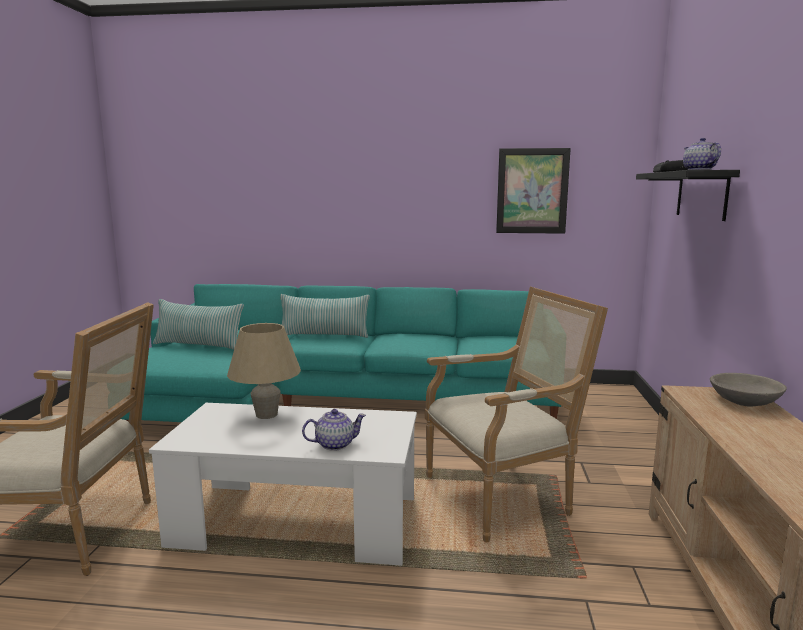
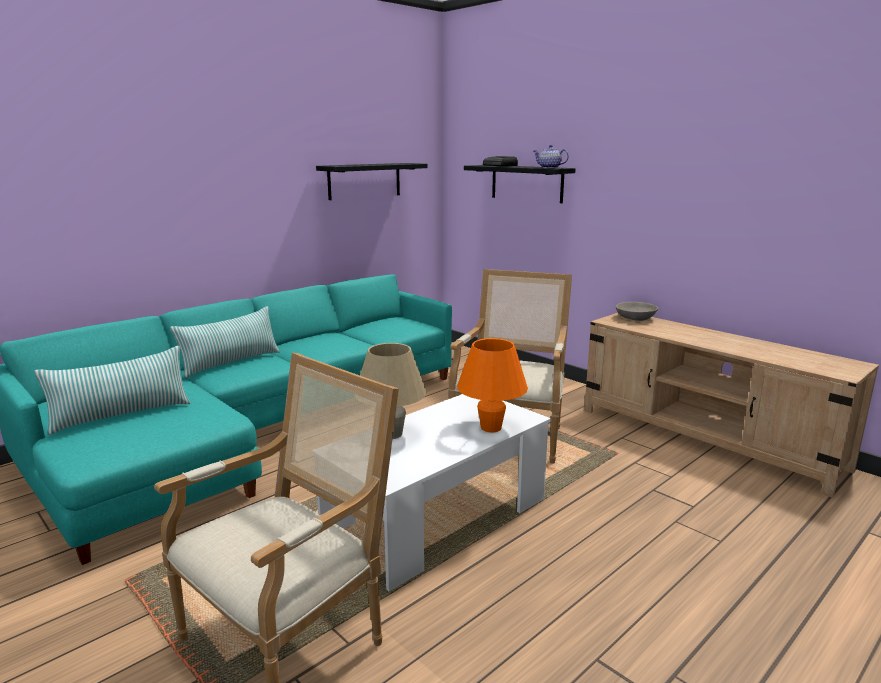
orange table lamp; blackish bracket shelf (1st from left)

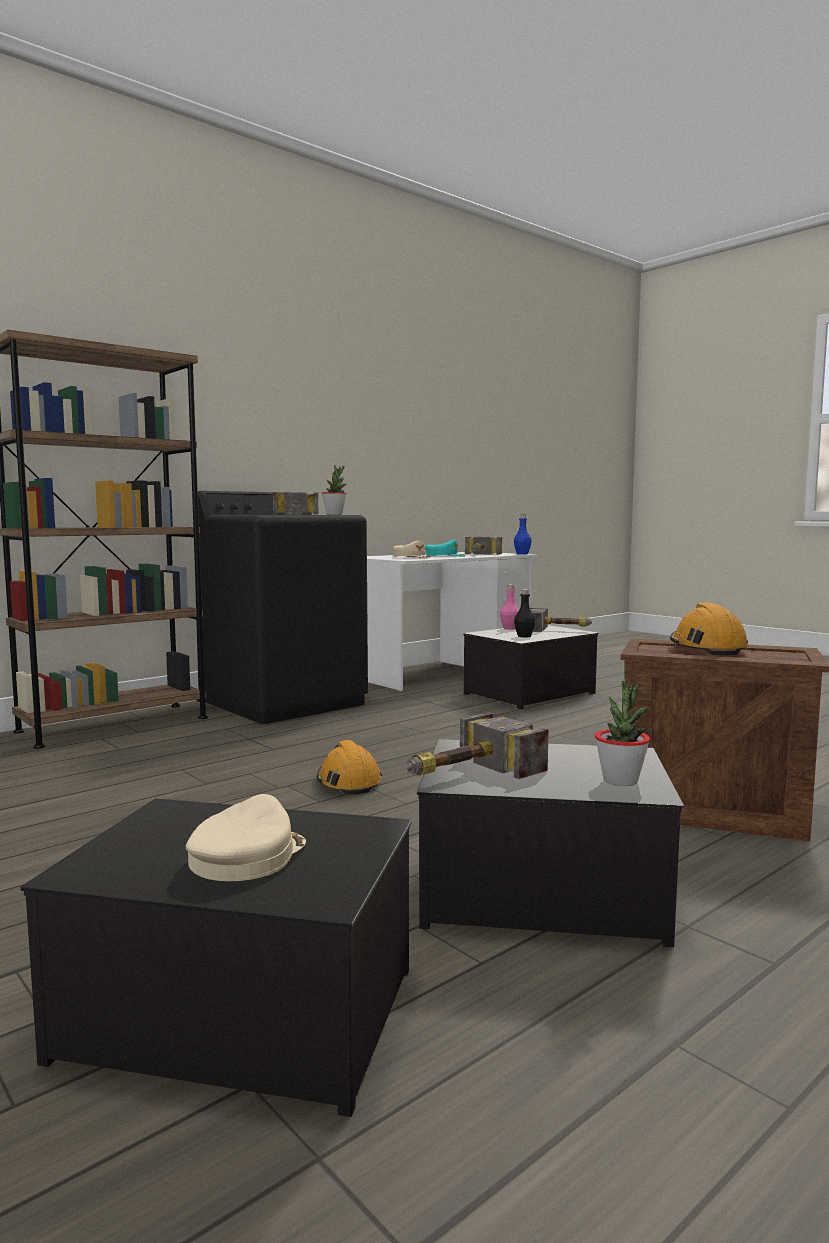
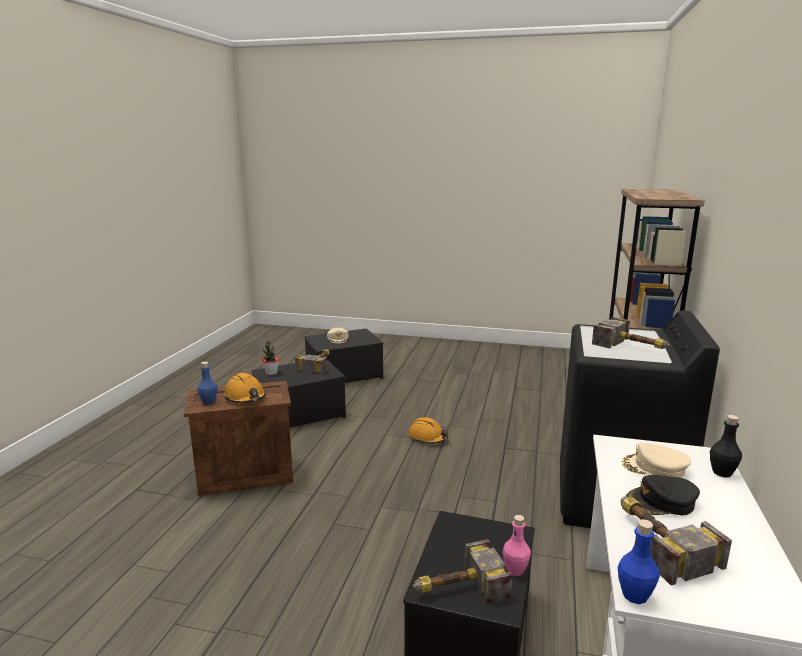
houseplant (1st from left in the first image); blackish peaked cap; blackish drink bottle; blue drink bottle (1st from left)

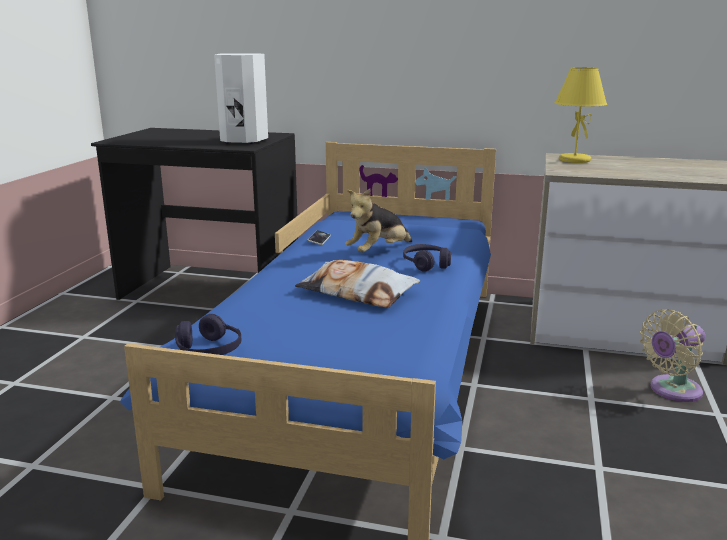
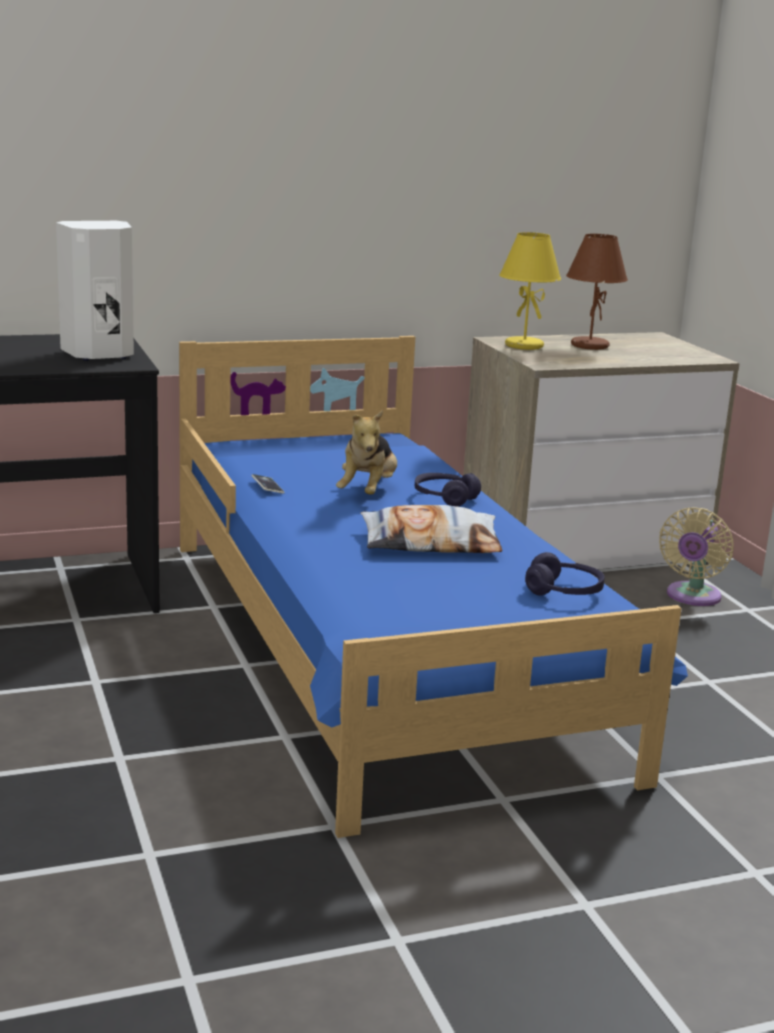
purple pair of headphones (2nd from left); brownish table lamp

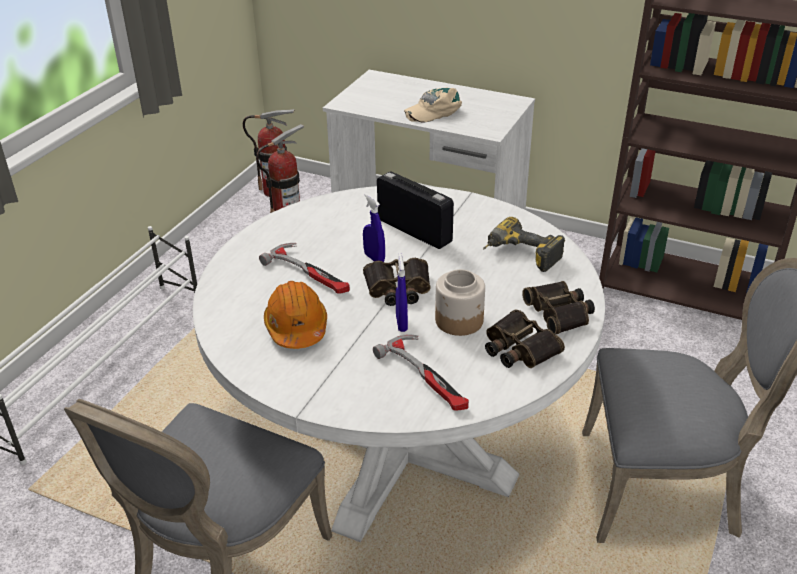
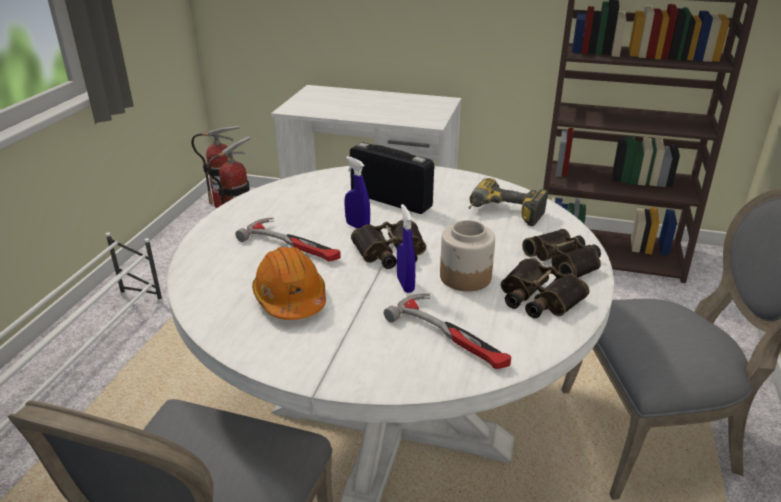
beige peaked cap

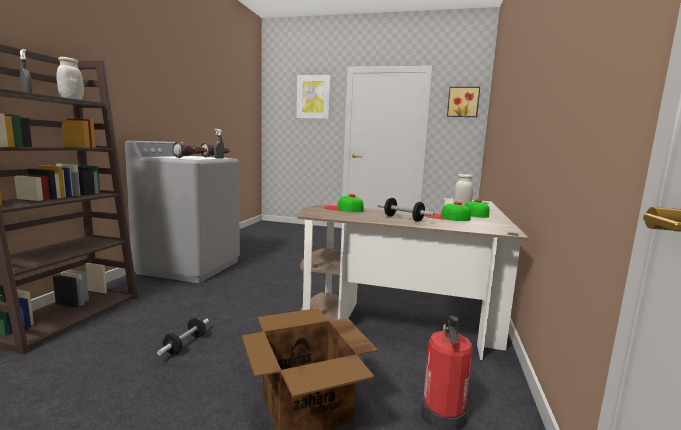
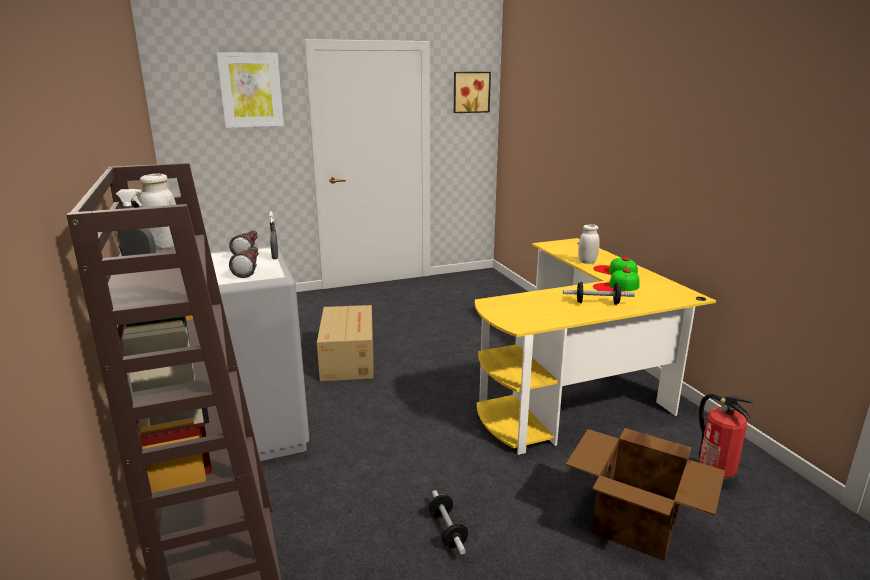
yellowish desk unit; peaked cap (1st from left in the first image); packing box (1st from left)

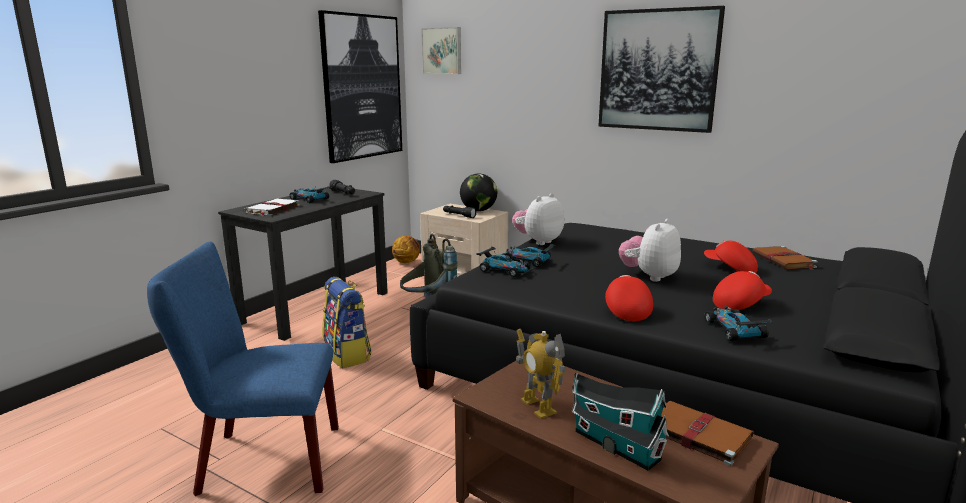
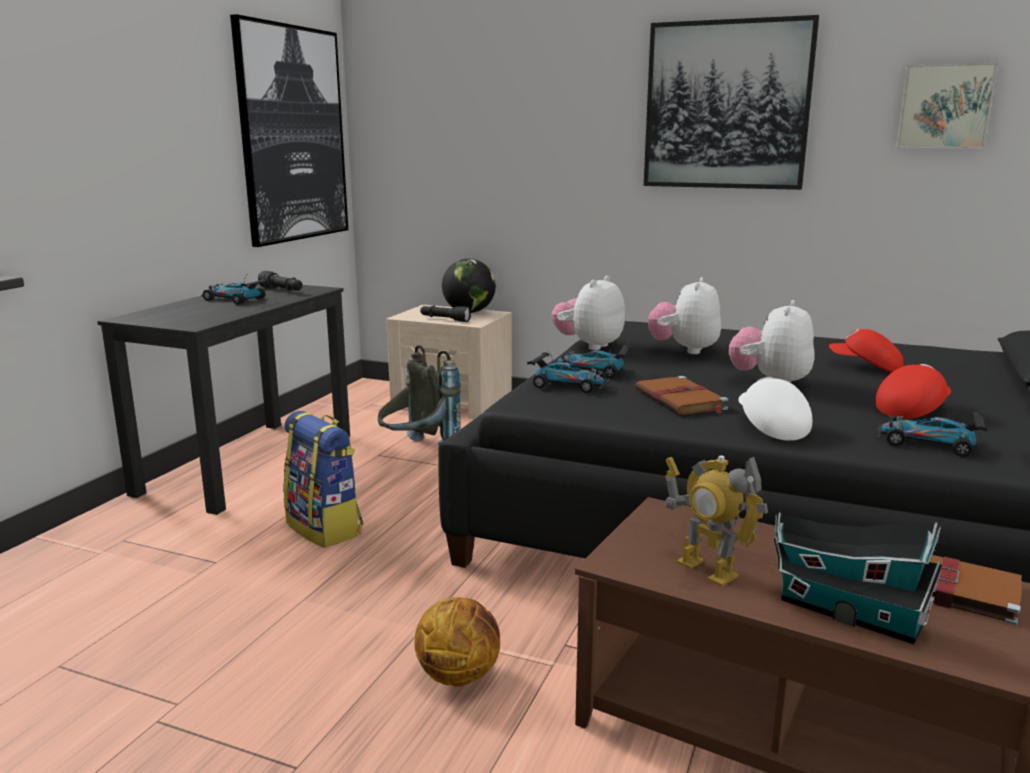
blue upright chair; white-coloured bound book; ball for basketball; picture (3rd from left); white-coloured peaked cap; miniature car (4th from left); brownish bound book (1st from left); cuddly toy (2nd from left)

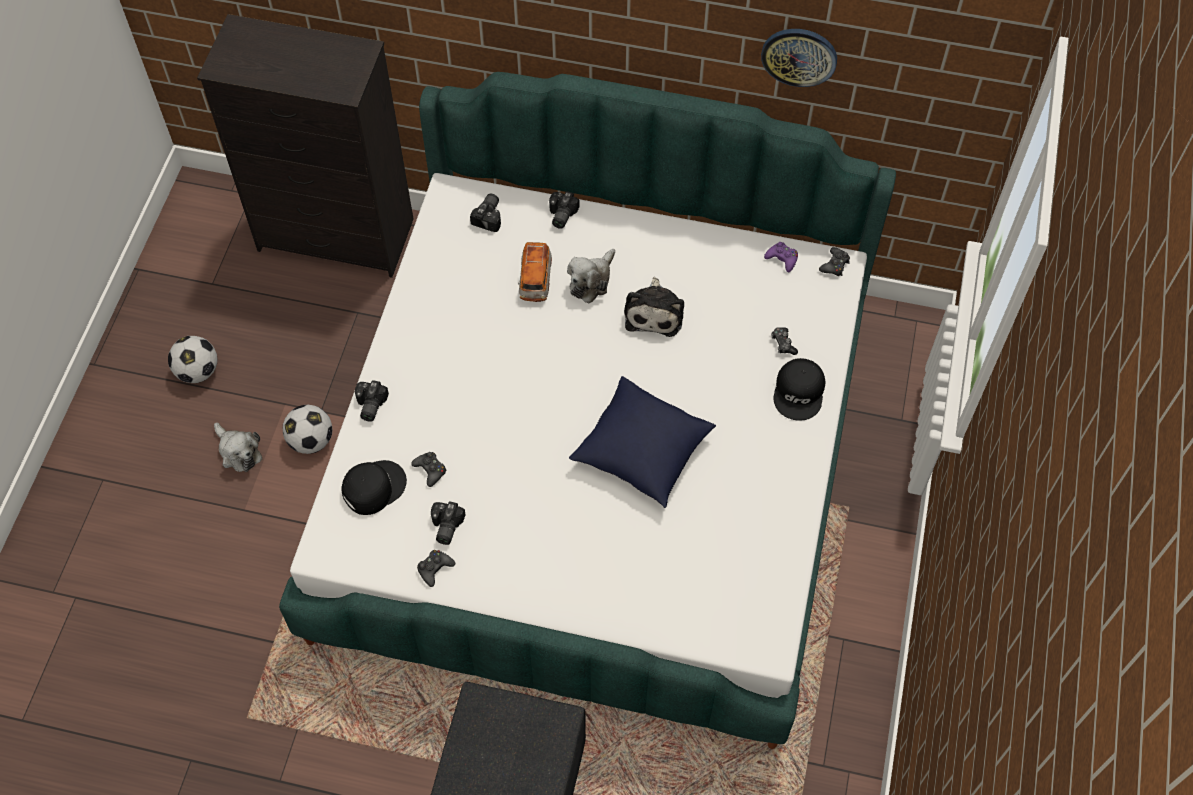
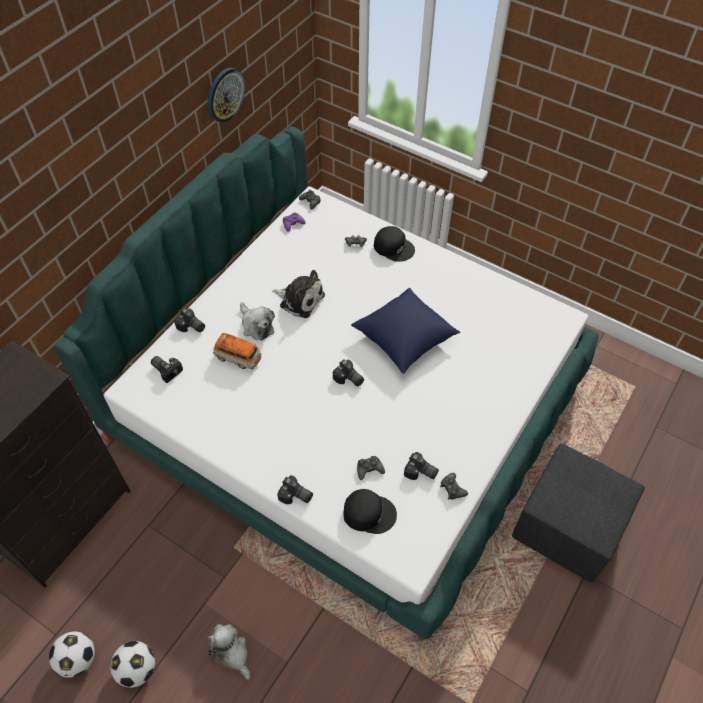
cuddly toy (1st from left); football (1st from left); blackish peaked cap (1st from left); still camera (4th from left)

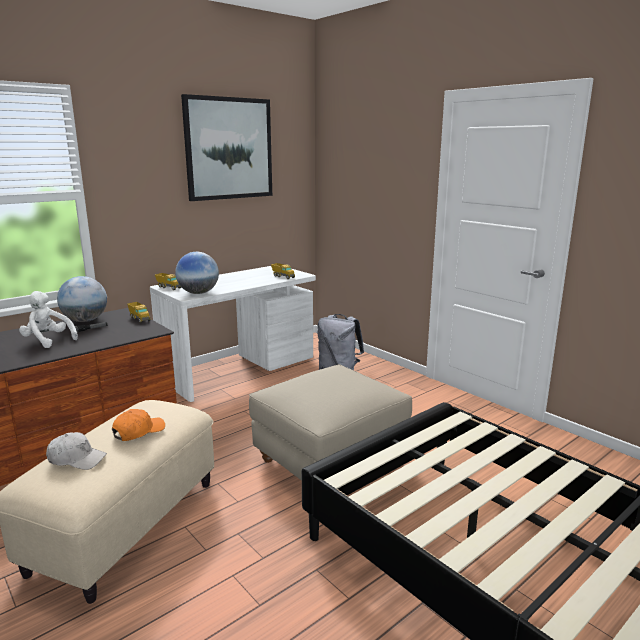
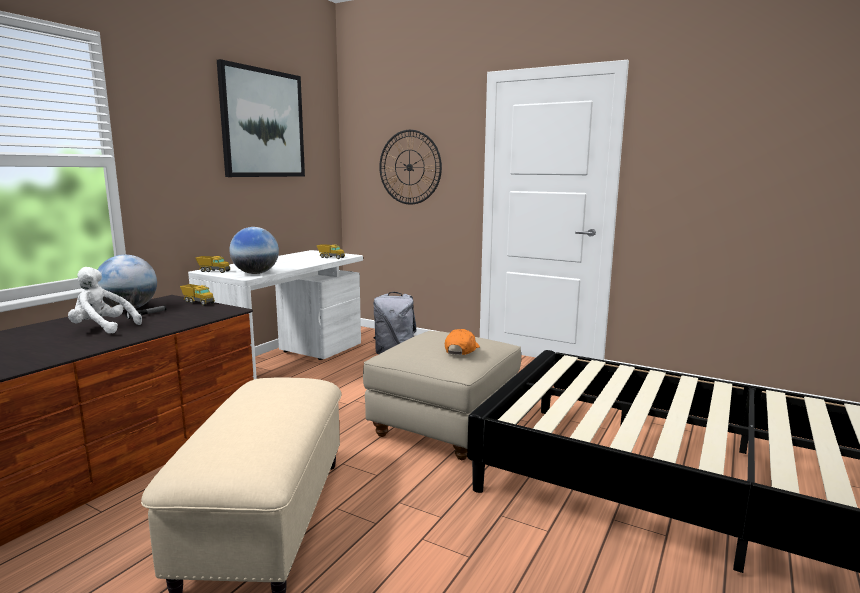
white-coloured peaked cap; orange peaked cap; clock on the wall

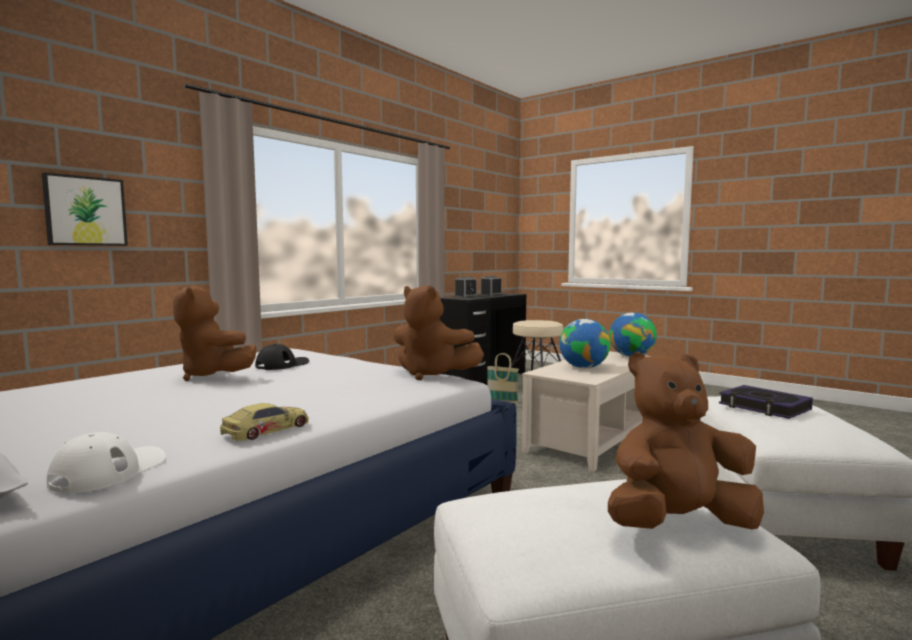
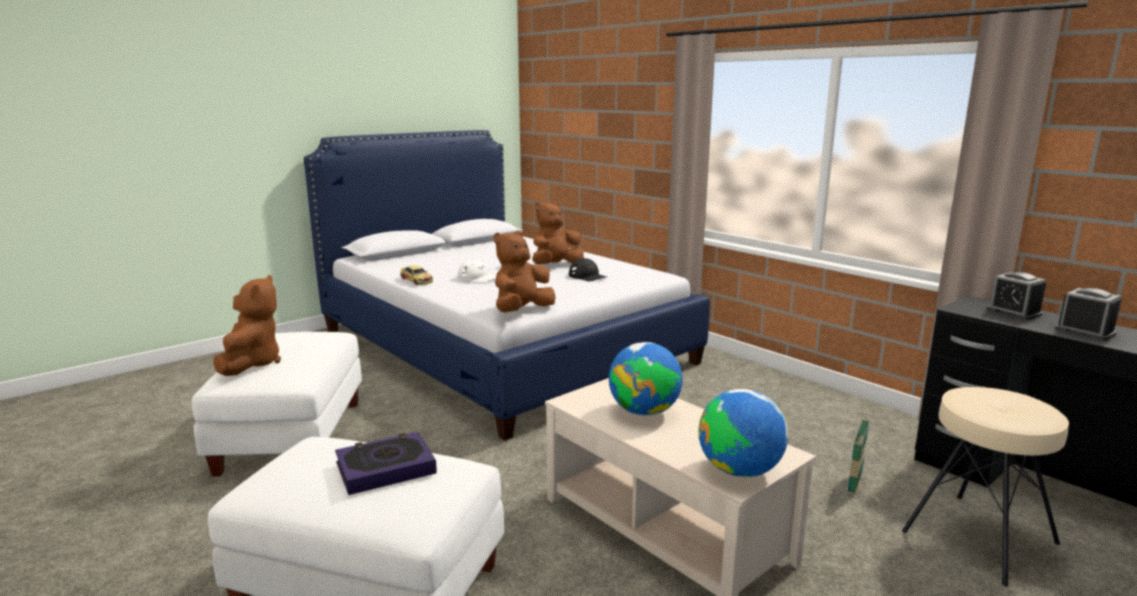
picture; white-coloured peaked cap

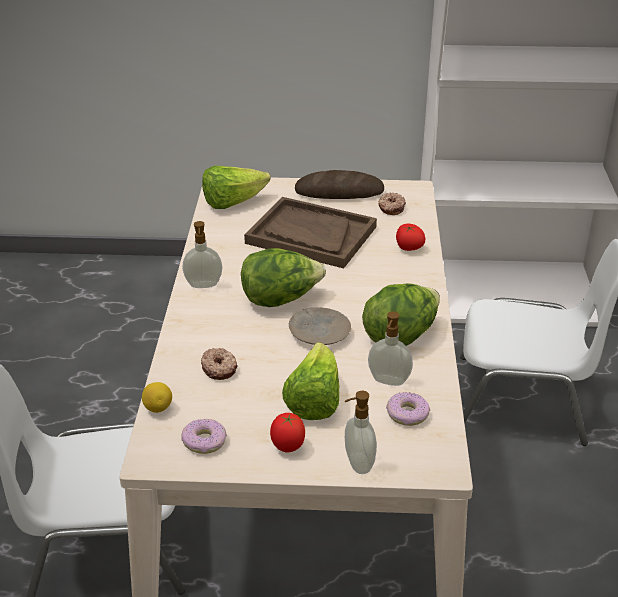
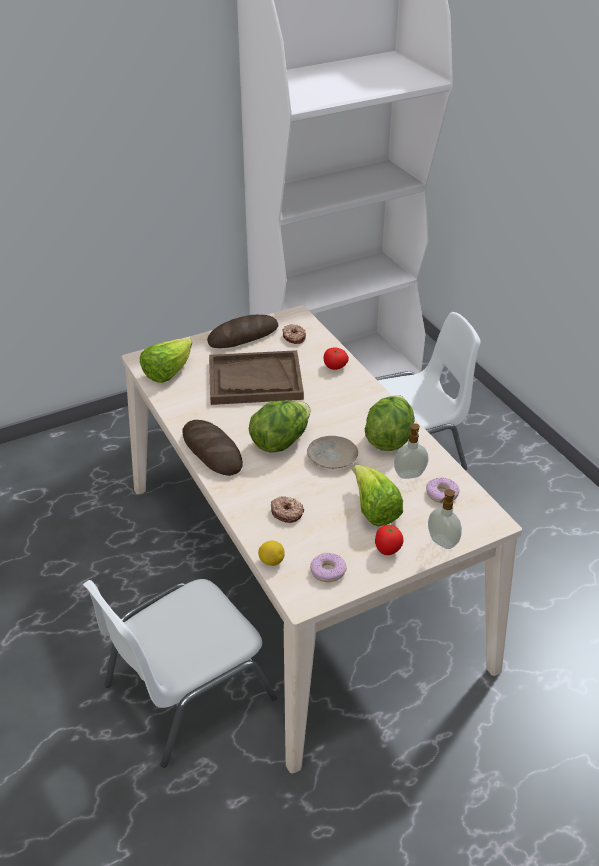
bread (1st from left)

